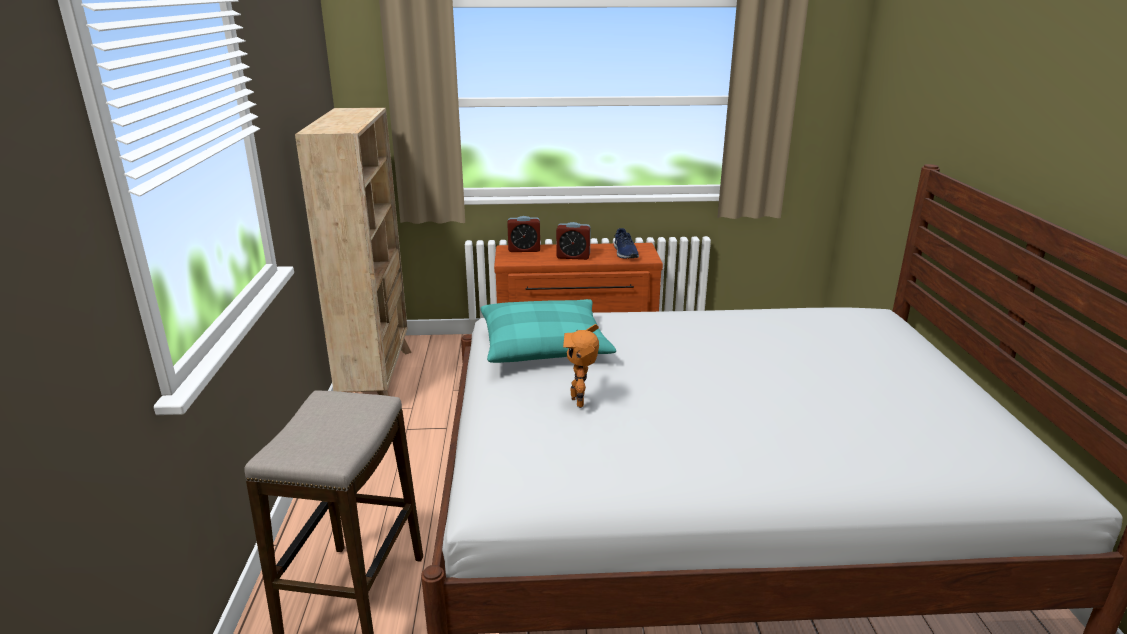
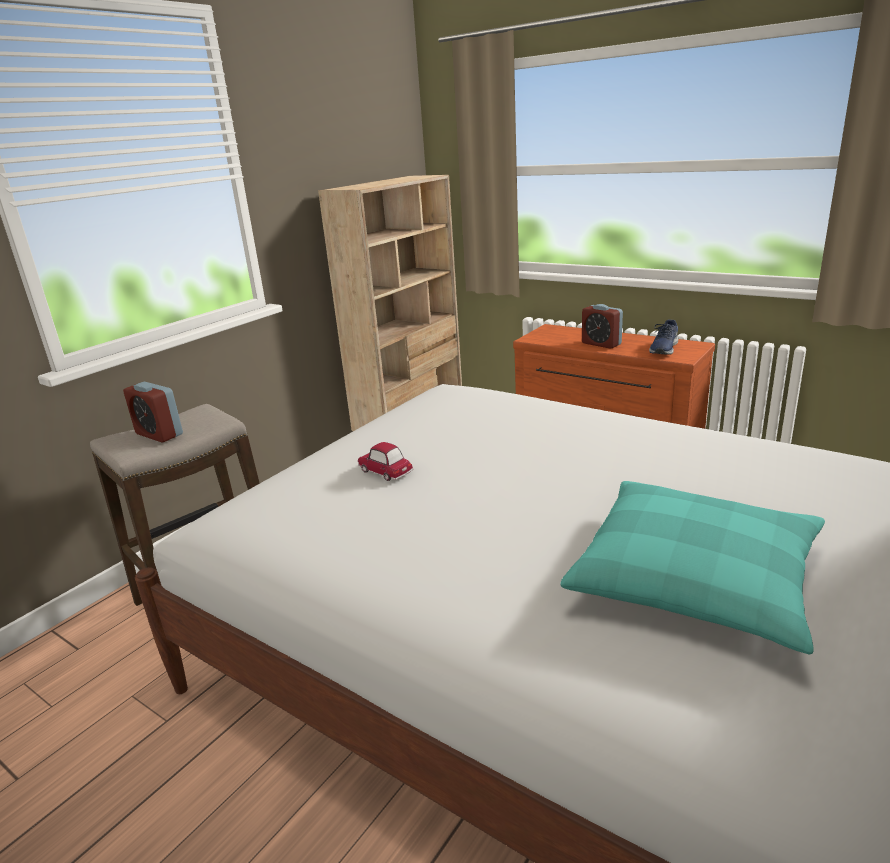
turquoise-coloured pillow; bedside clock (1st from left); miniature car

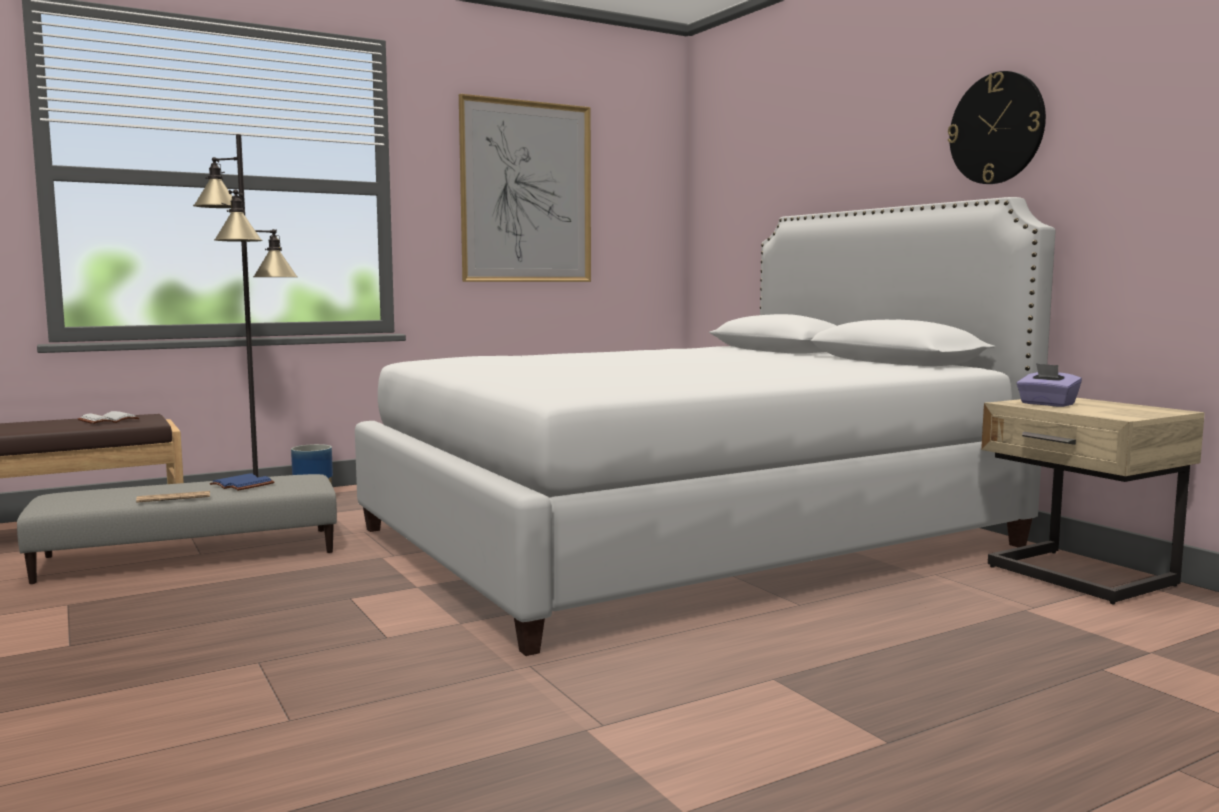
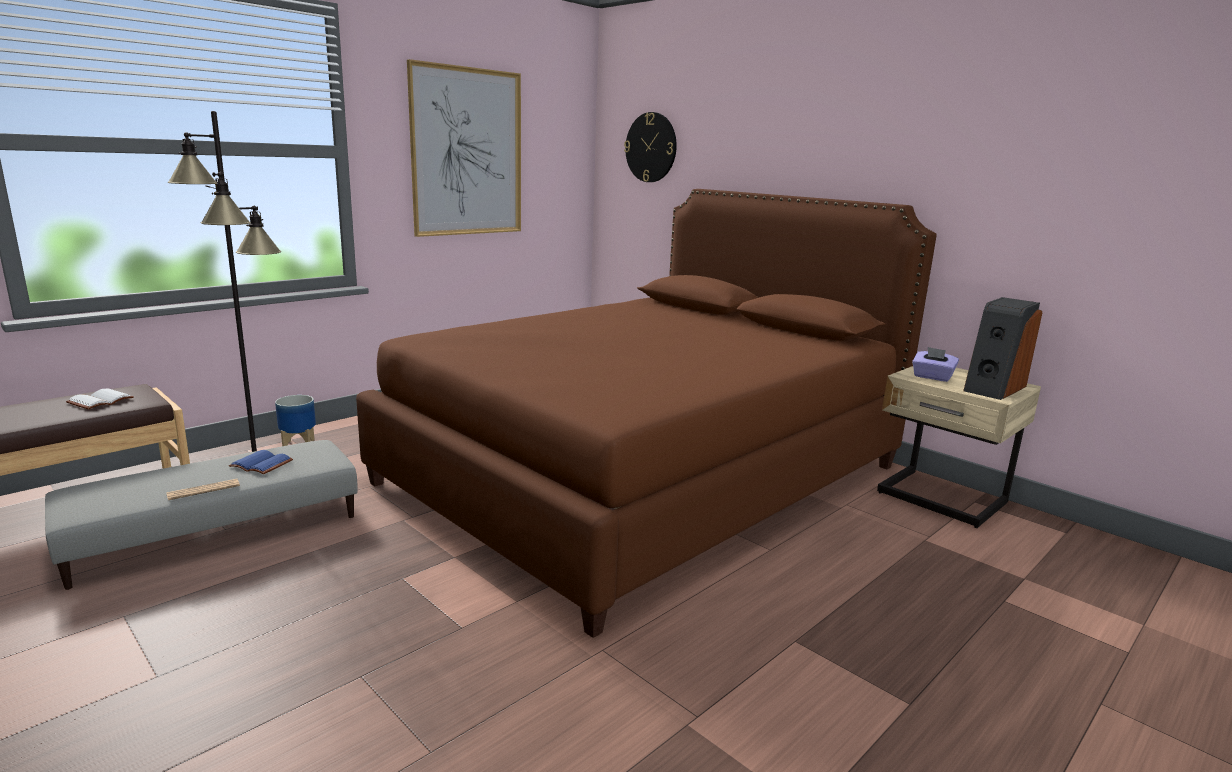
brownish bed; clock on the wall; speaker

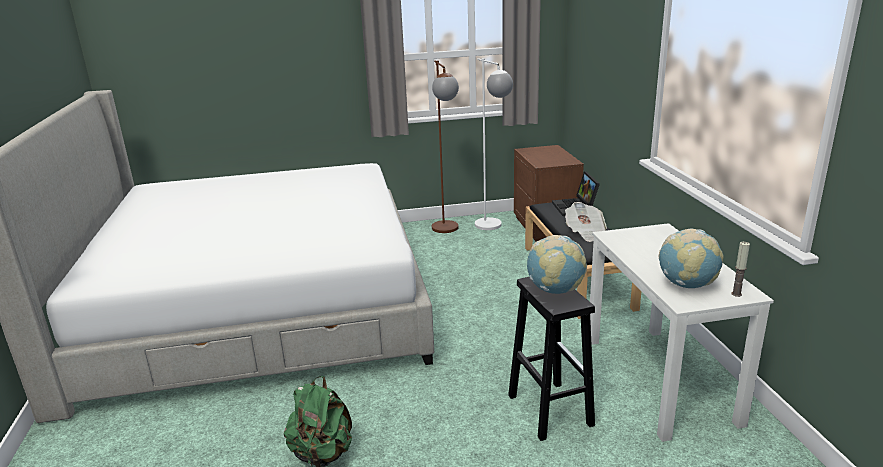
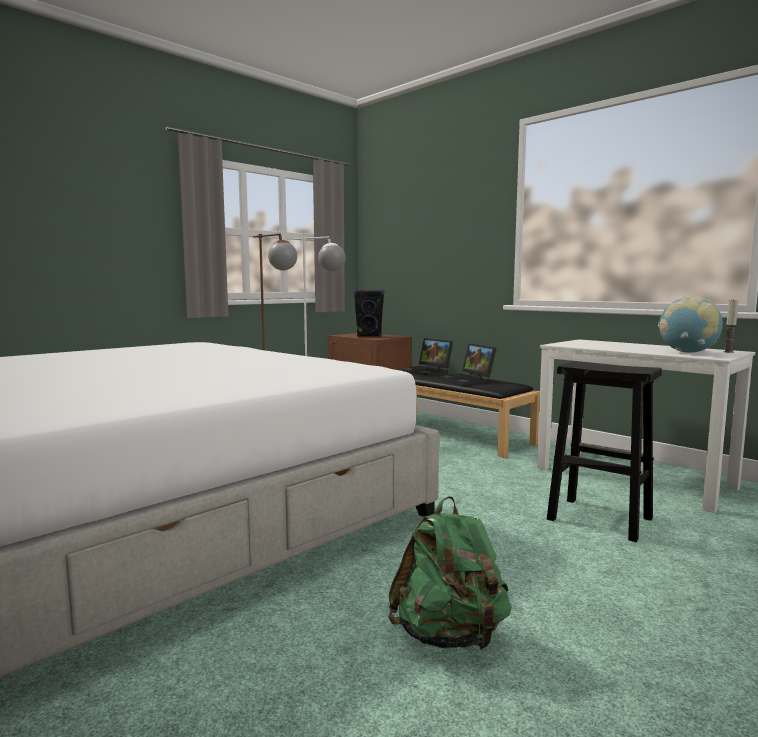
globe (1st from left in the first image); notebook computer (2nd from left); blackish speaker

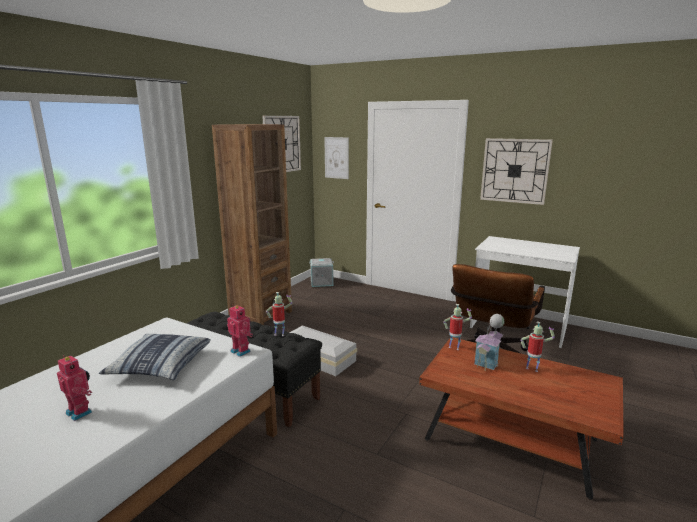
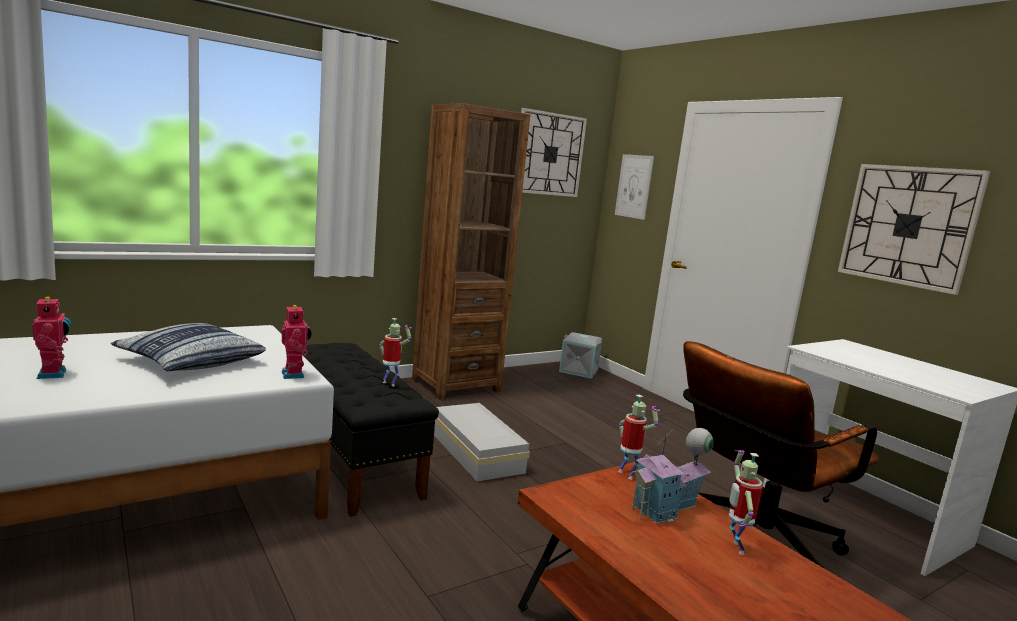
robot figure (5th from left)

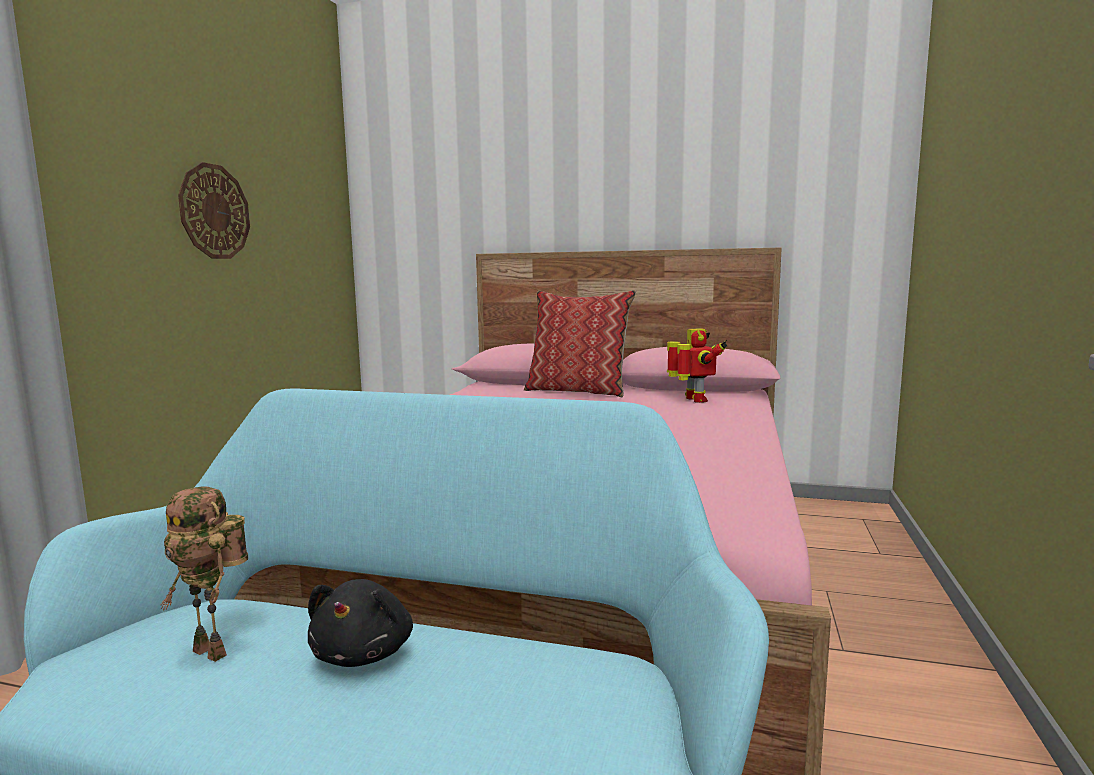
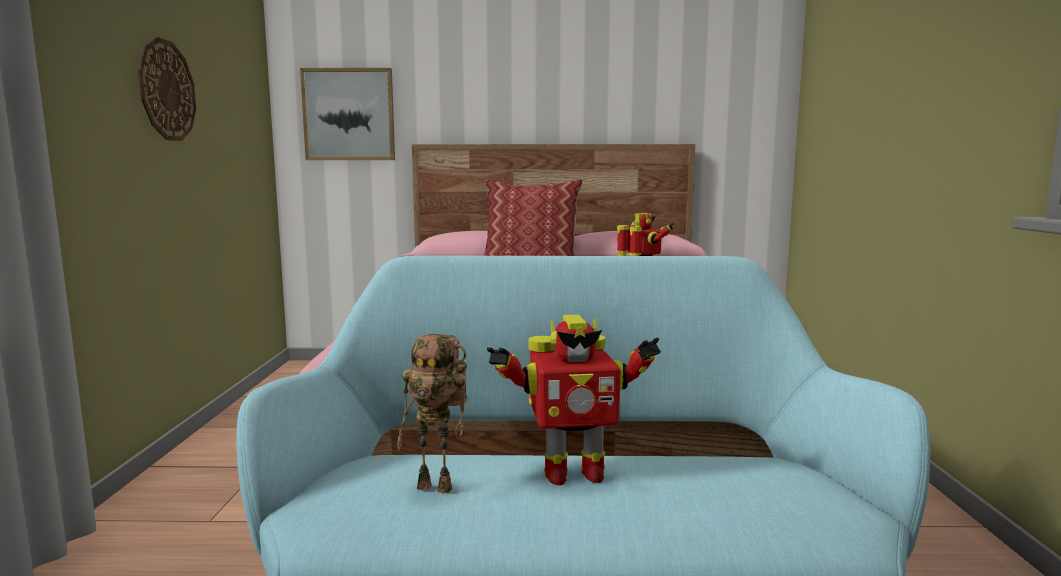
robot figure (2nd from left); picture

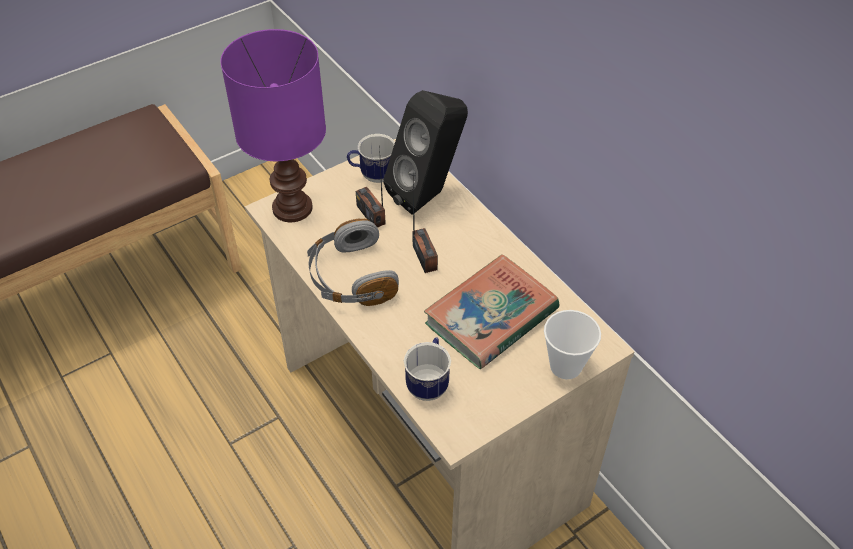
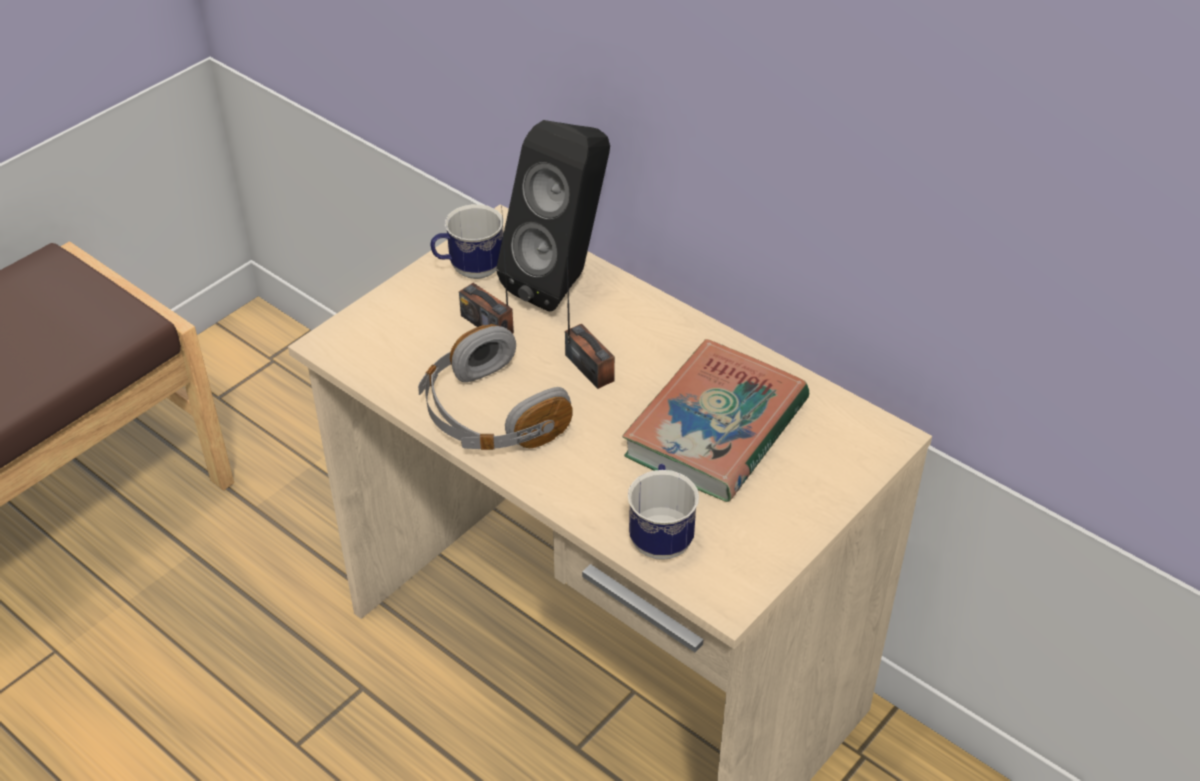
purple table lamp; small cup

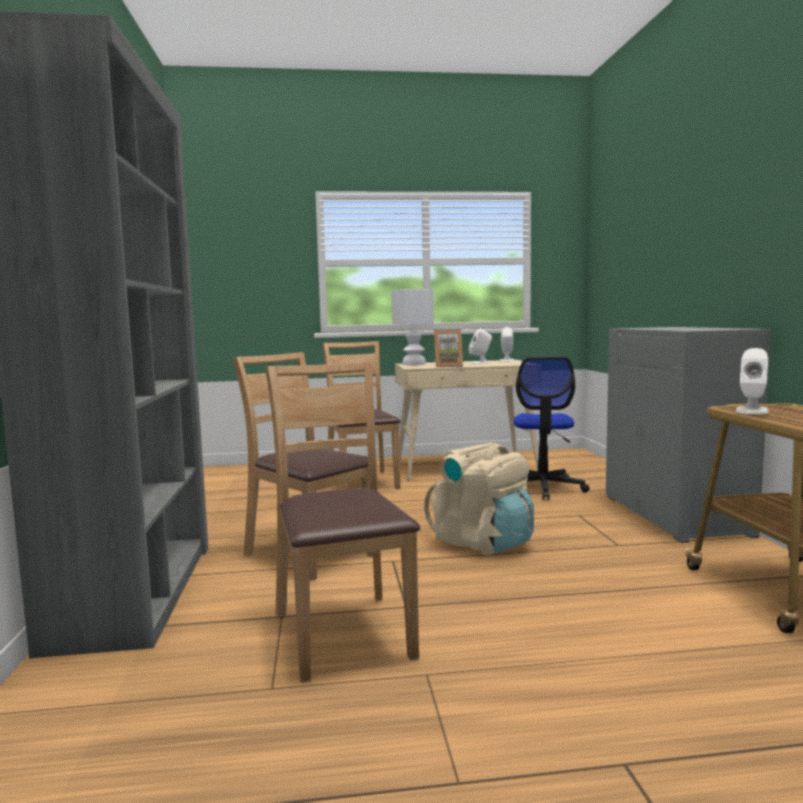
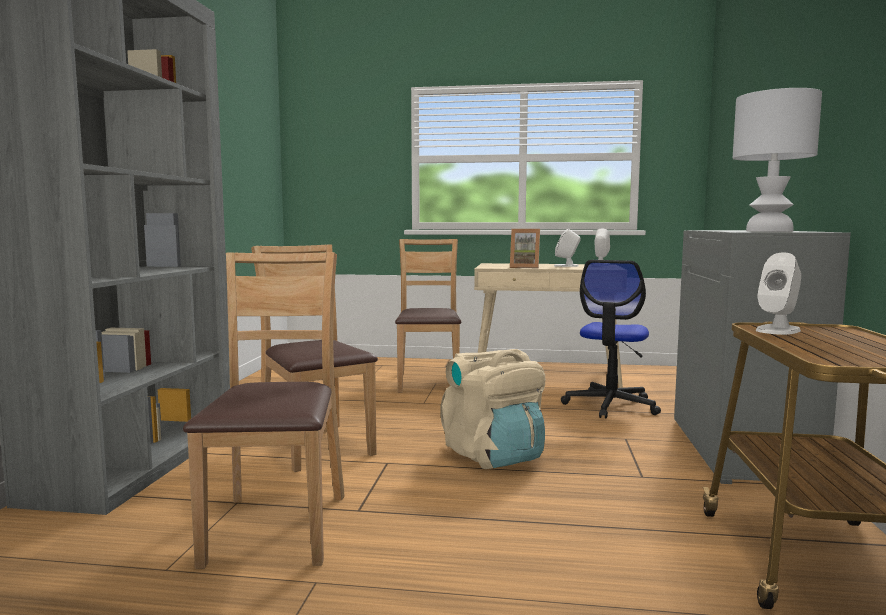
white-coloured table lamp

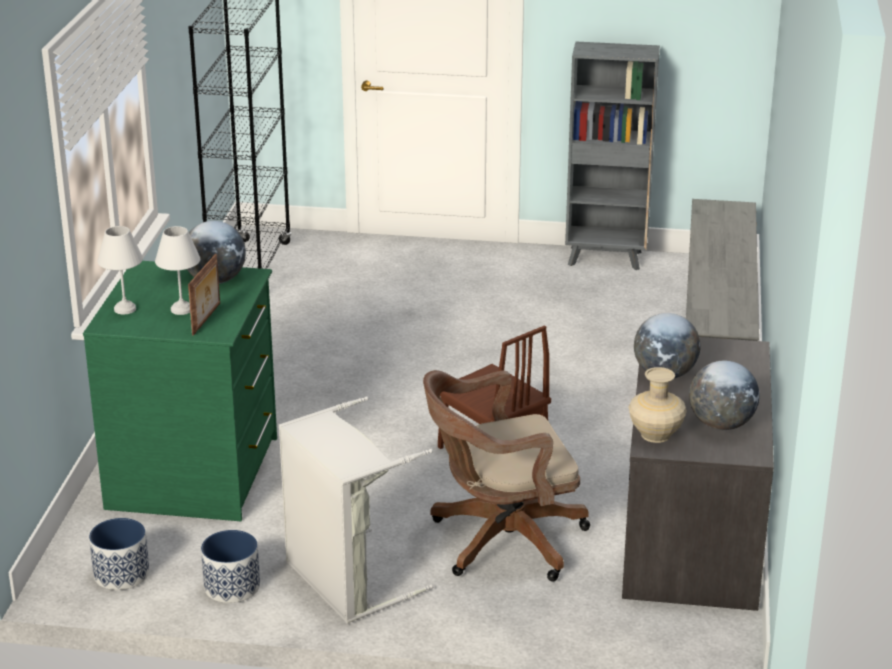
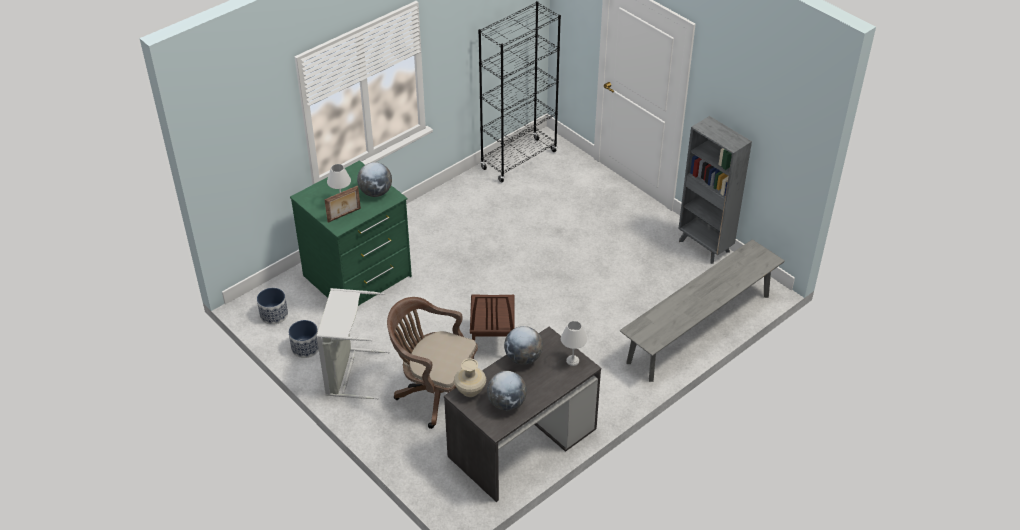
white-coloured table lamp (2nd from left)

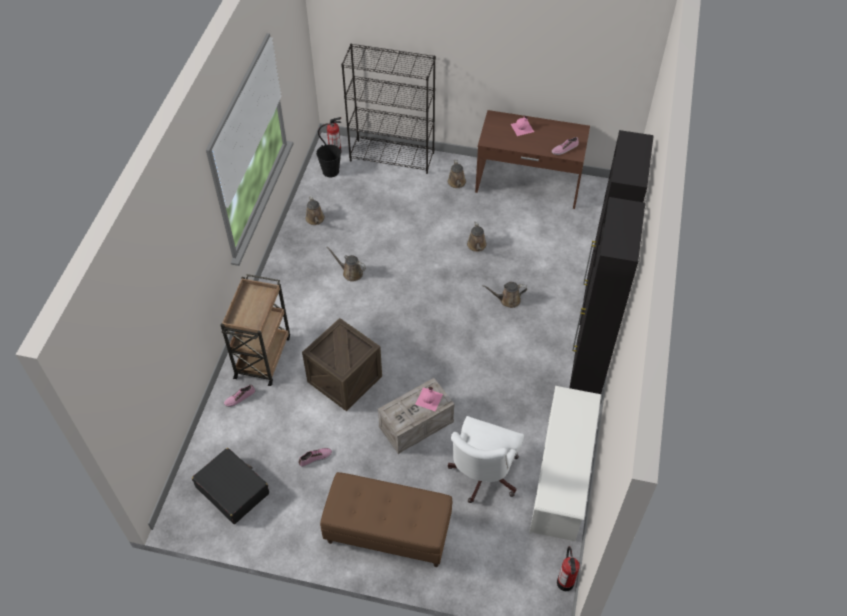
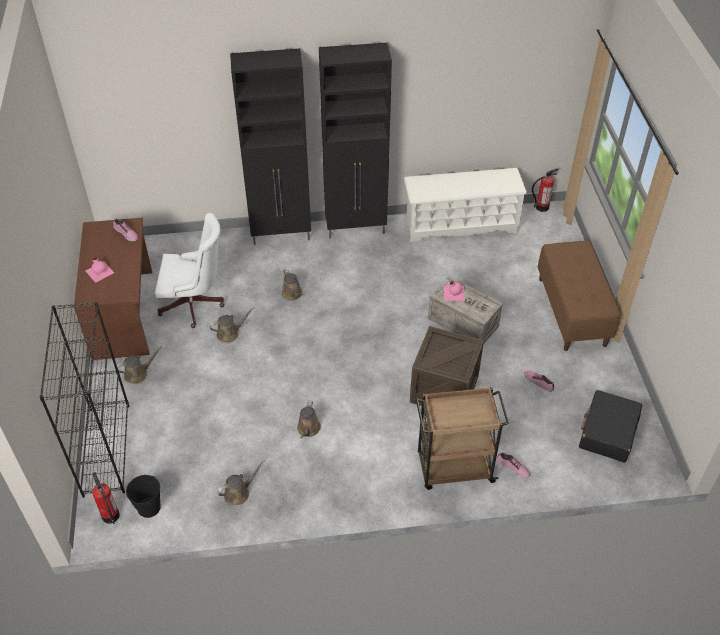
white-coloured office chair

